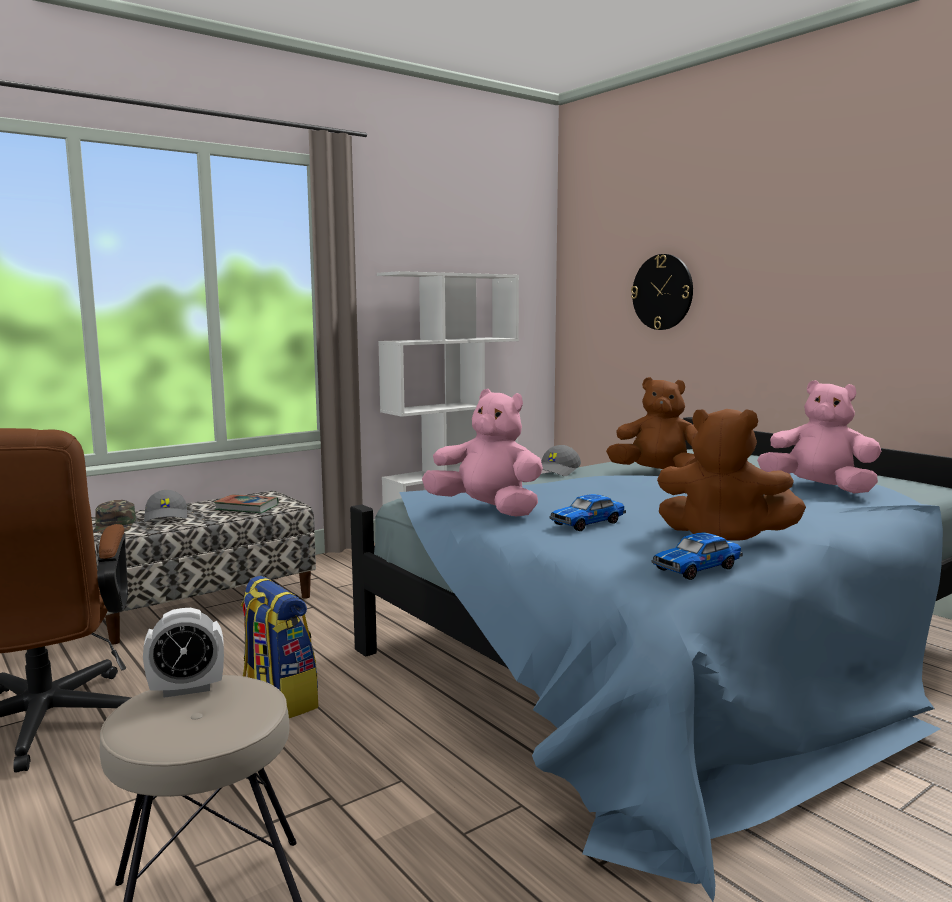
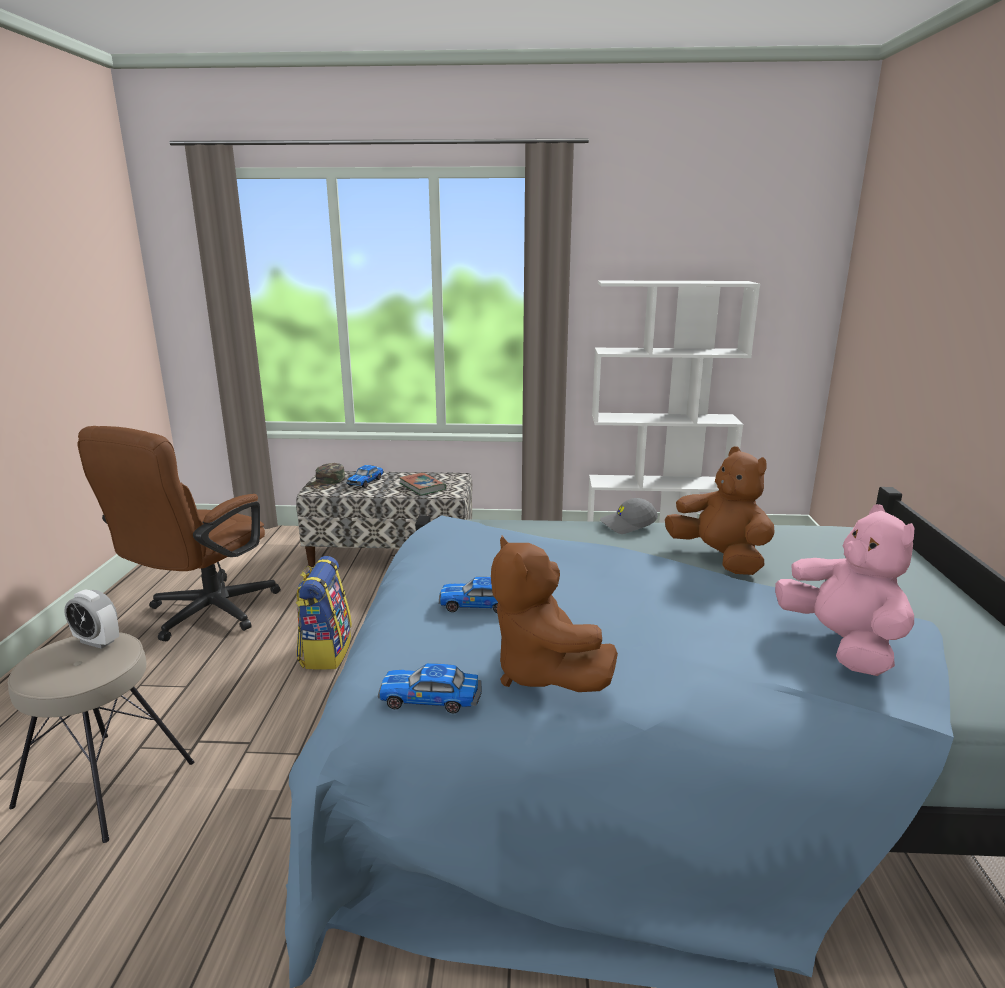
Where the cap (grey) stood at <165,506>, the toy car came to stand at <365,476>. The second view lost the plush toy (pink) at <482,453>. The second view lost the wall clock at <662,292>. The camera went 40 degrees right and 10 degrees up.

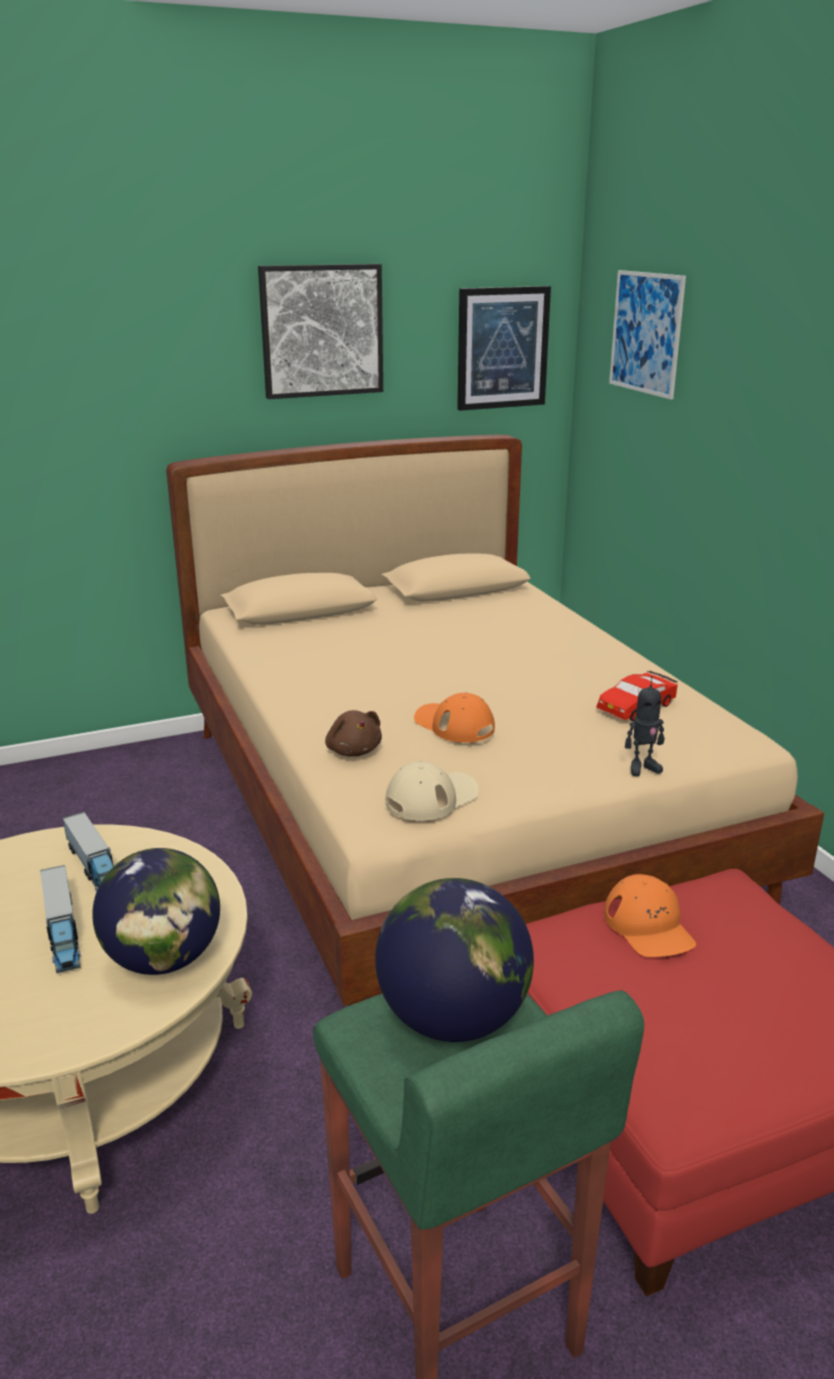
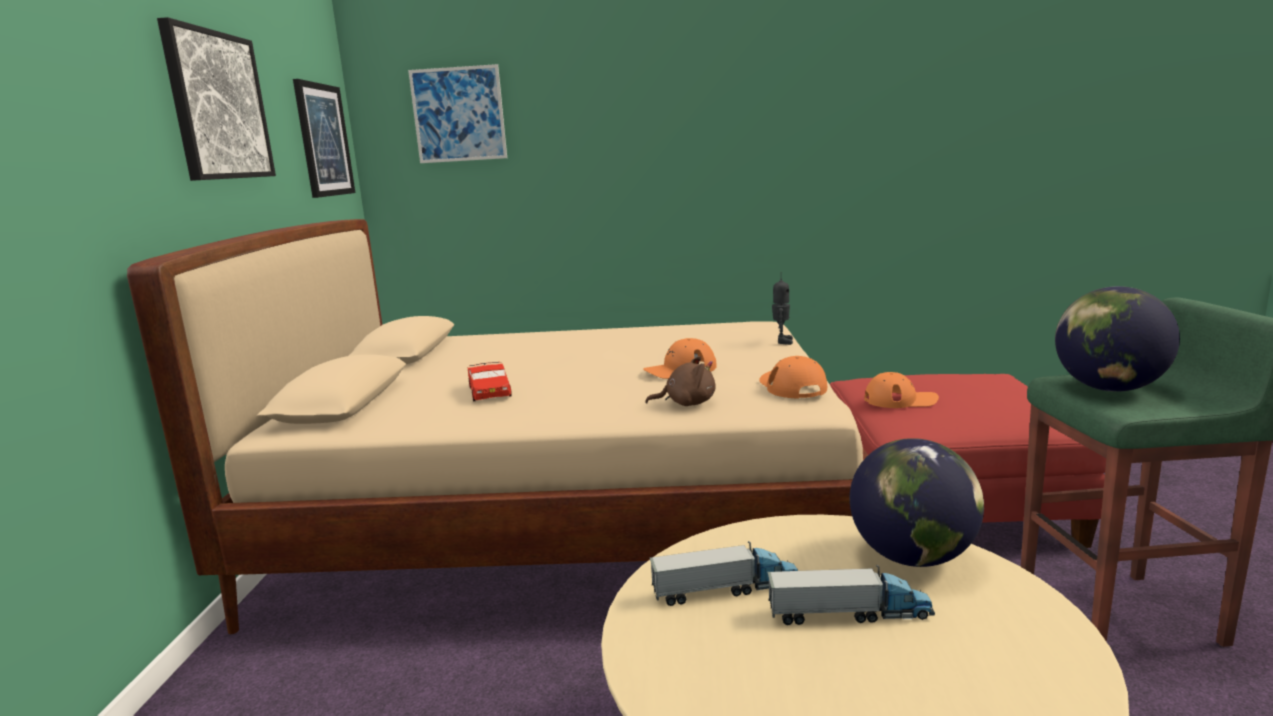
The toy car (red) ended up elsewhere, having gone from <637,696> to <490,382>. What was the cap (beige) at <432,791> turned into the cap (orange) at <793,377>. The camera went 65 degrees left and 10 degrees down.

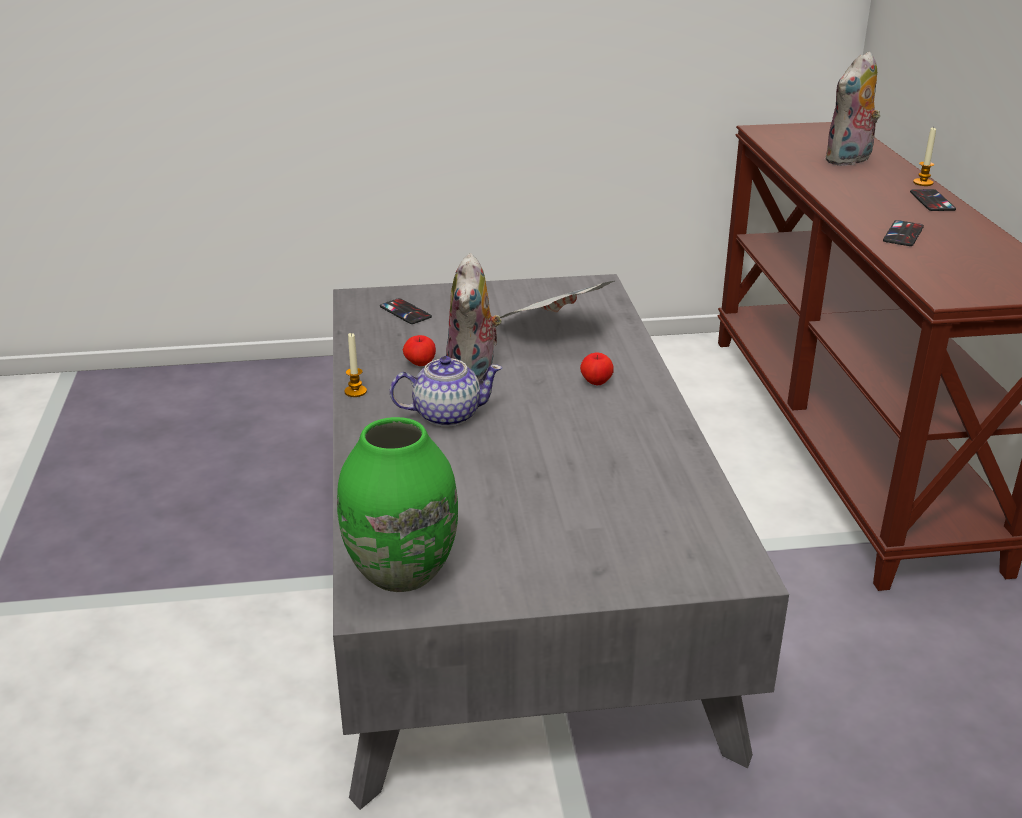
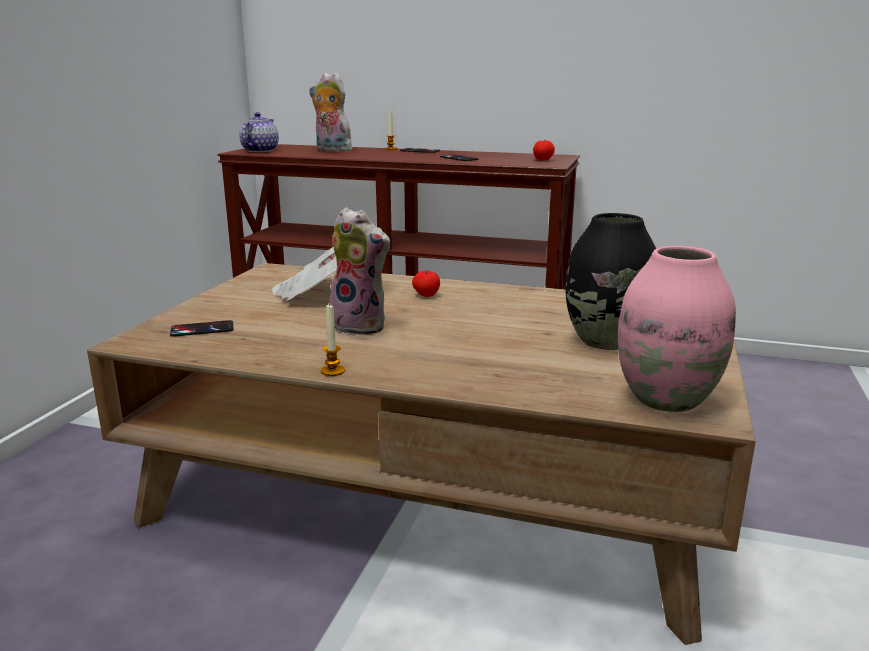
What was the coffee table (grey) at <561,542> turned into the coffee table (brown) at <421,454>. The teapot ended up elsewhere, having gone from <446,391> to <259,132>. The plush toy at <852,108> ended up facing another way, 135 degrees clockwise from before. The apple ended up elsewhere, having gone from <419,350> to <544,150>. The second view gained the vase (black) at <611,281>. What was the vase (green) at <397,504> turned into the vase (pink) at <677,329>. The camera went 65 degrees left and 10 degrees down.

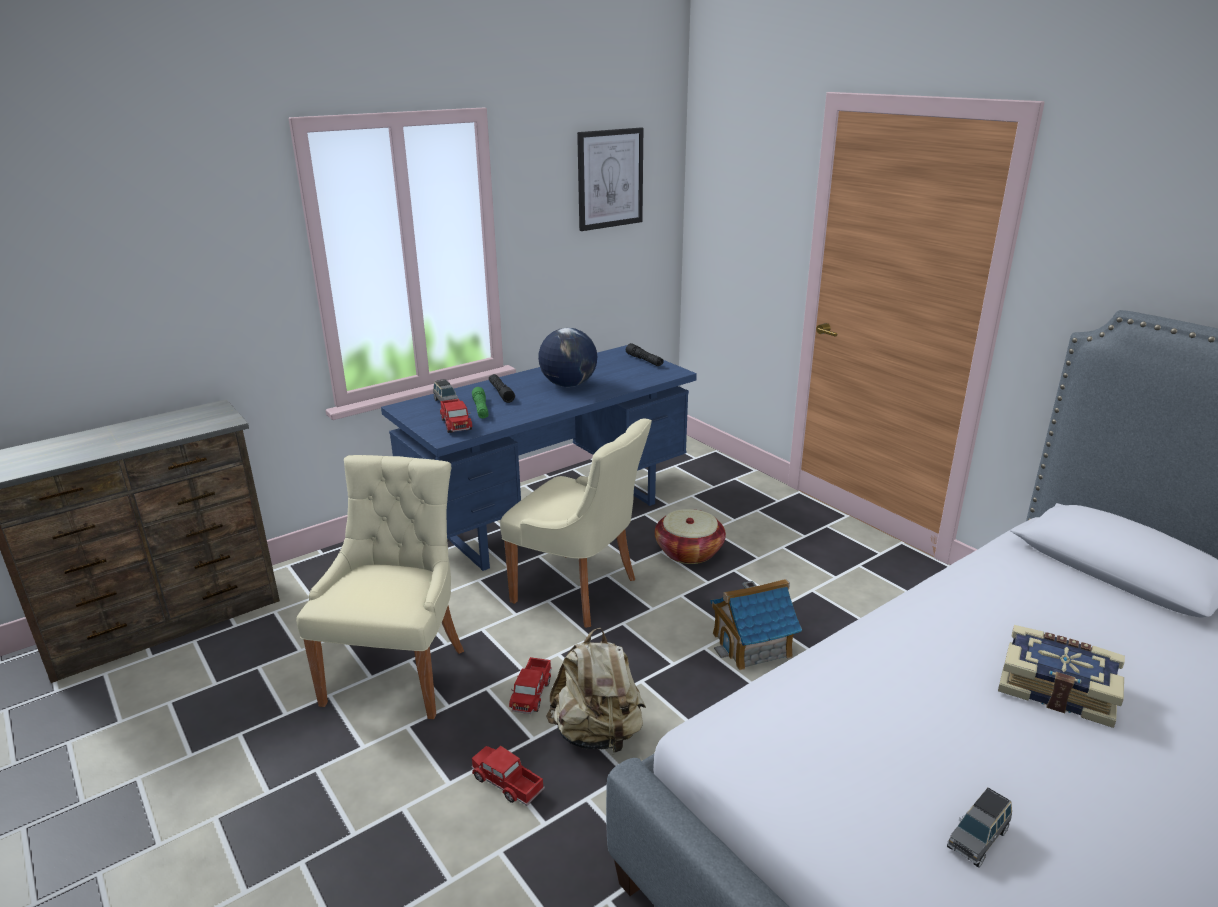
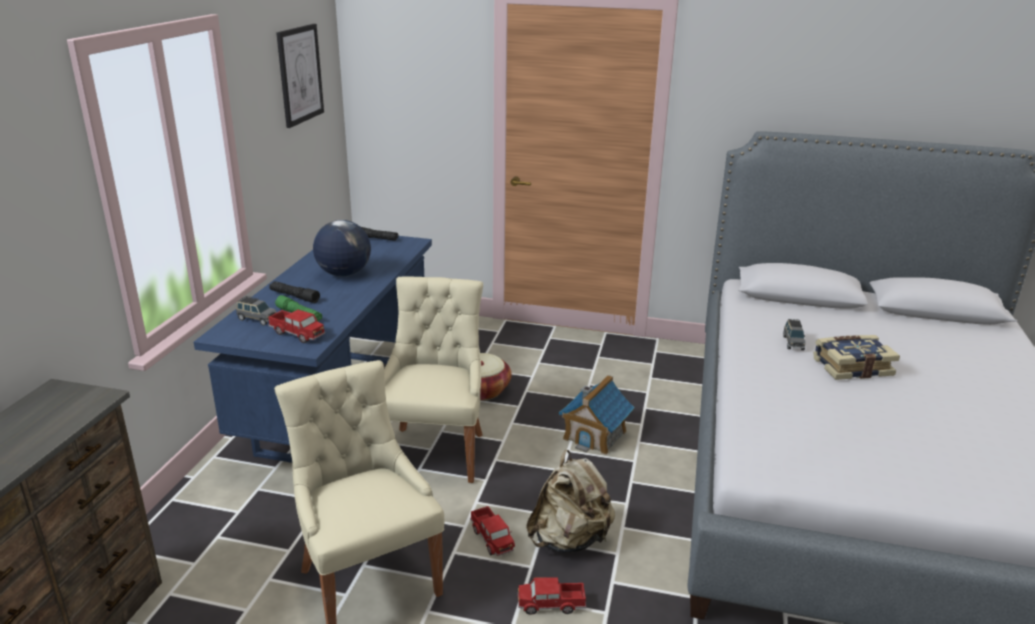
The chair (beige) at <576,523> ended up facing another way, 75 degrees counterclockwise from before. The toy car (grey) ended up elsewhere, having gone from <979,828> to <794,334>. The camera went 40 degrees left and 0 degrees up.

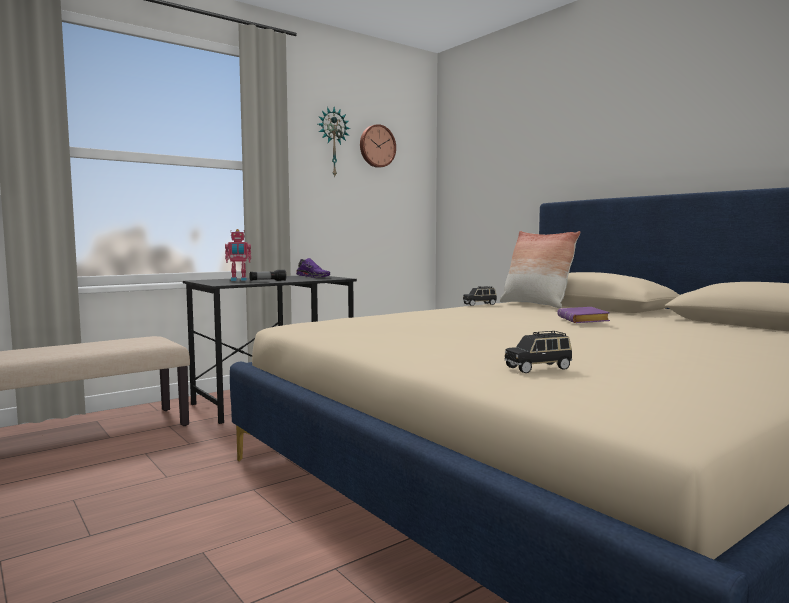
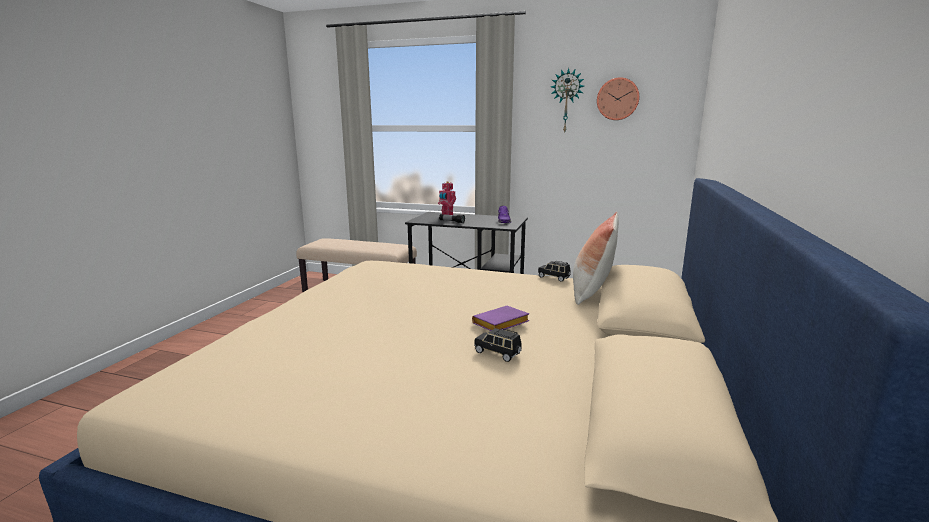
The toy car (black) ended up elsewhere, having gone from <538,352> to <498,345>. The camera went 55 degrees right and 10 degrees up.

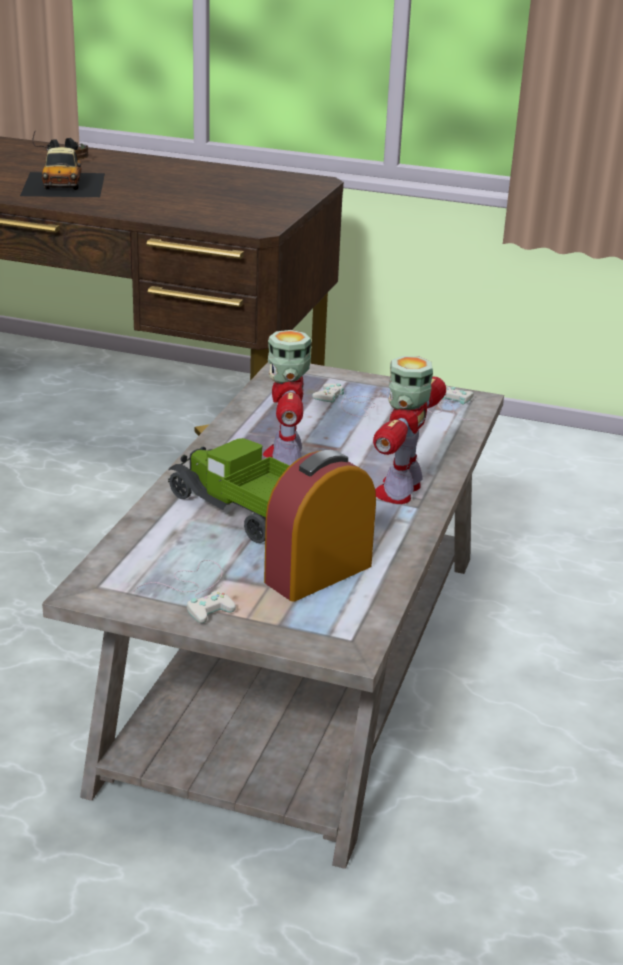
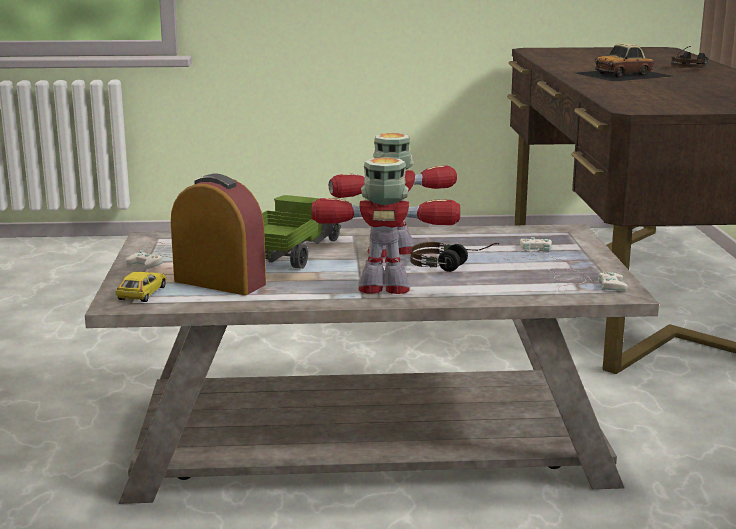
The second view gained the toy car at <141,287>. The second view gained the headphones at <454,257>. The camera went 70 degrees right and 10 degrees down.

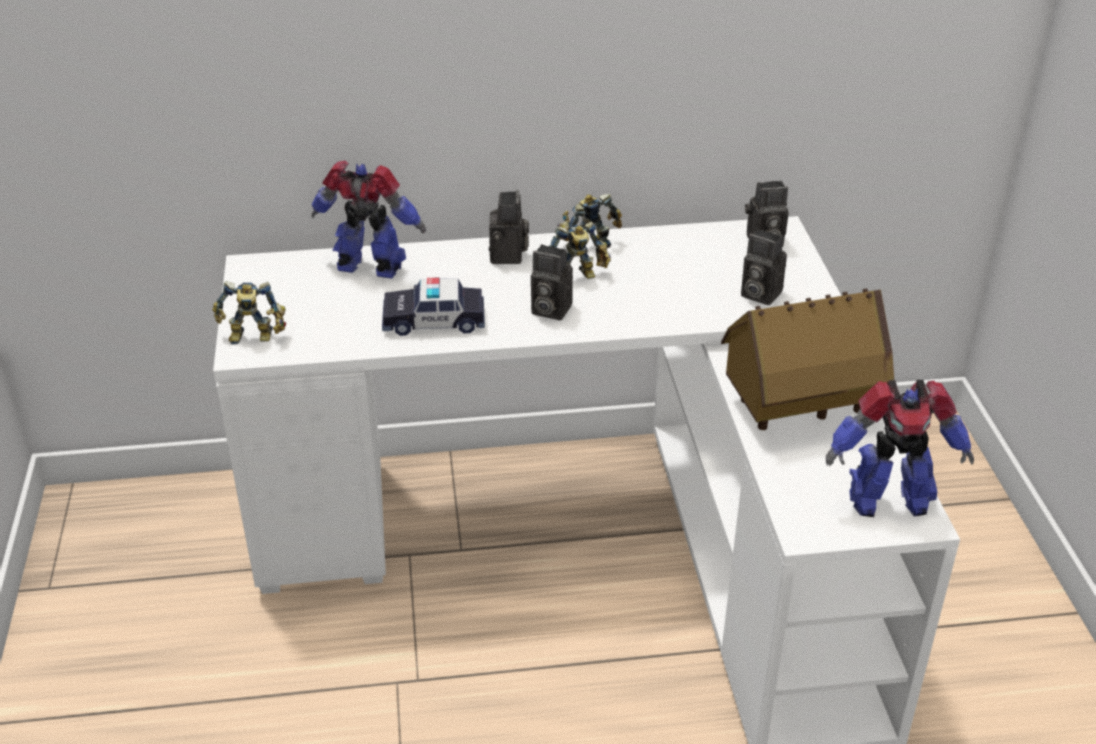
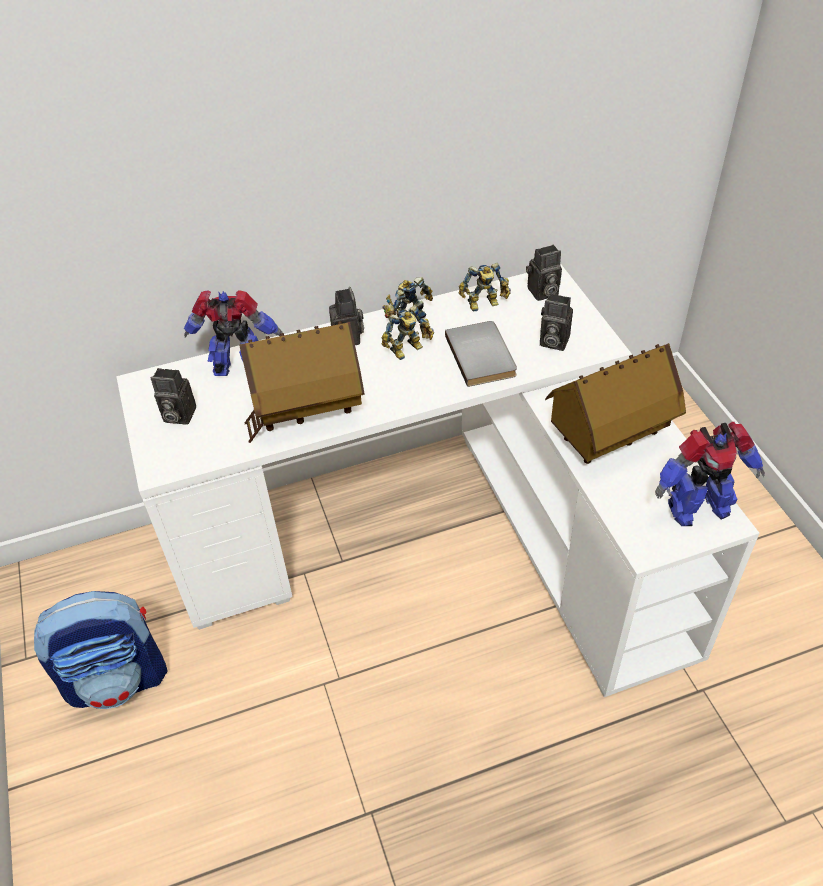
The second view gained the backpack at <101,650>. The photo camera ended up elsewhere, having gone from <552,282> to <173,396>. Where the toy car stood at <433,307>, the toy house came to stand at <302,382>. The second view gained the book (grey) at <481,354>. The toy robot ended up elsewhere, having gone from <249,312> to <485,287>. The camera went 10 degrees left and 10 degrees up.

